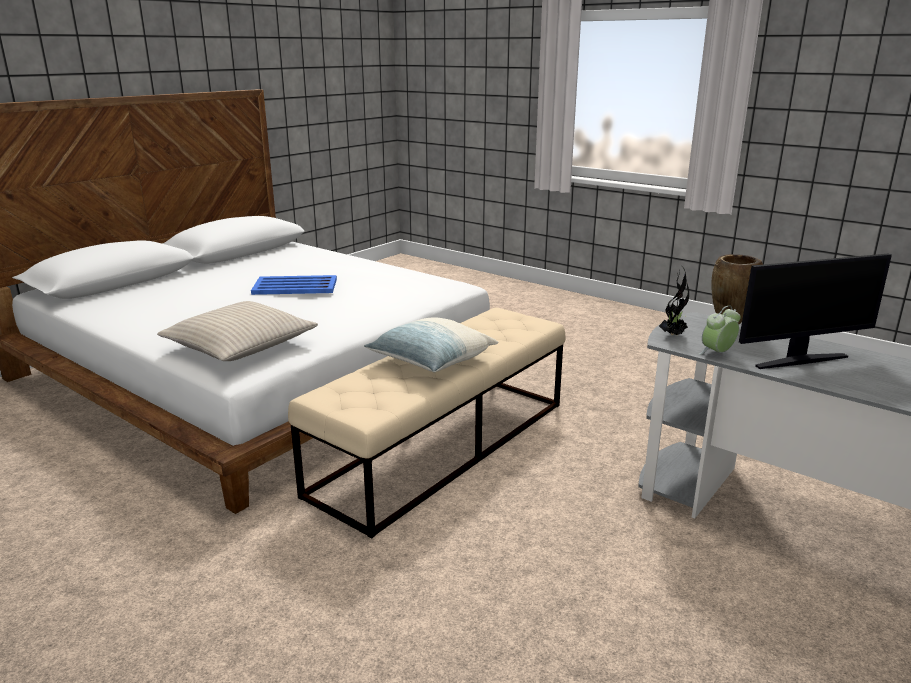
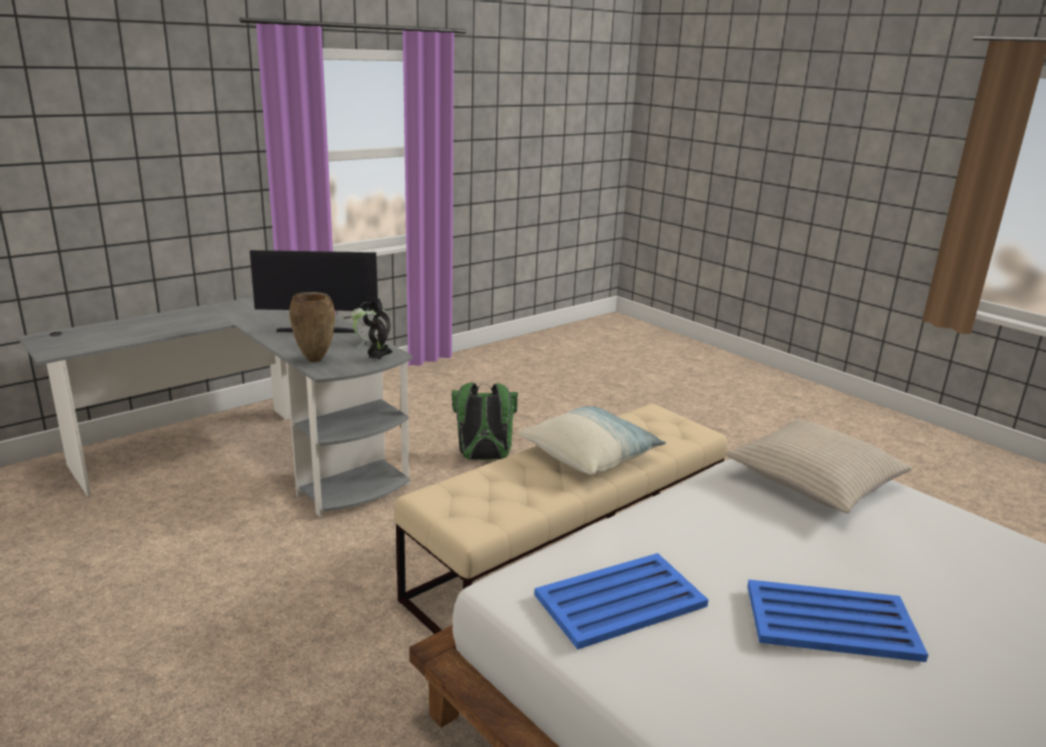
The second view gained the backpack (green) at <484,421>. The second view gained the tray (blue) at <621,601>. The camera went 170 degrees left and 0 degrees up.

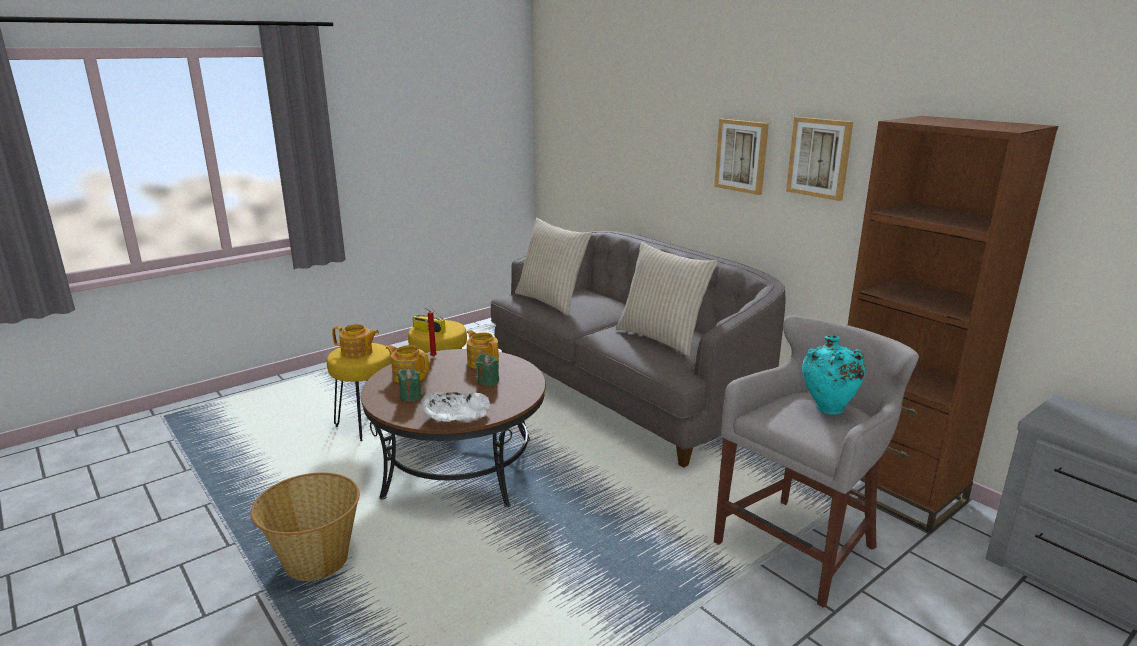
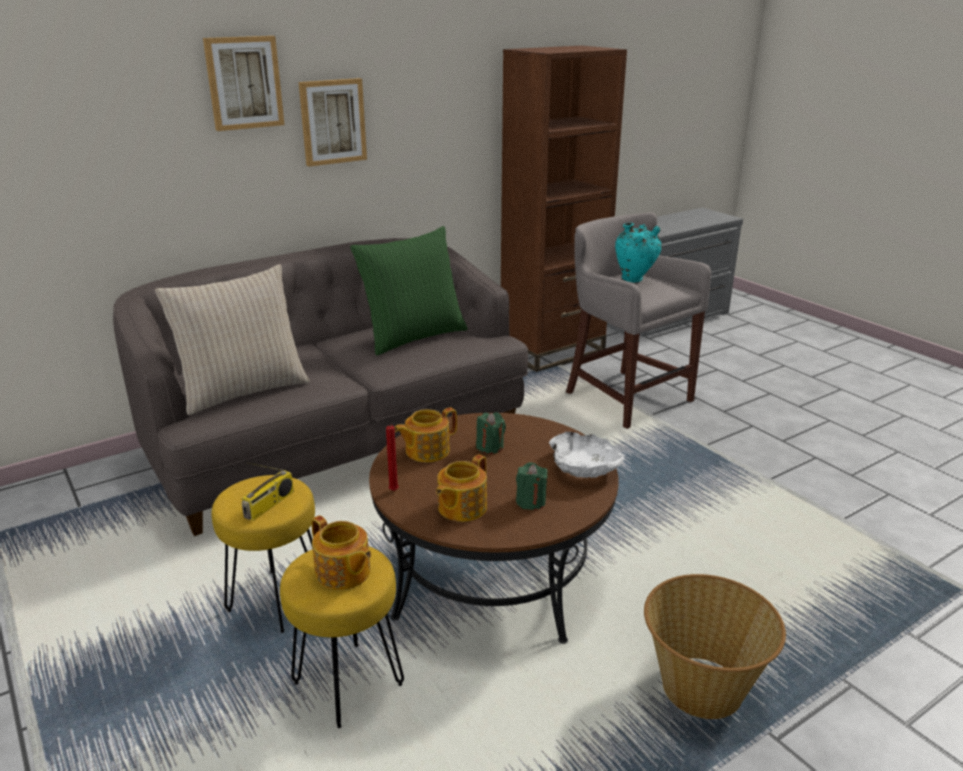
The picture ended up elsewhere, having gone from <819,159> to <243,83>. The teapot at <355,341> ended up facing another way, 120 degrees clockwise from before. What was the pillow (beige) at <667,299> turned into the pillow (green) at <409,290>. The camera went 85 degrees left and 5 degrees up.

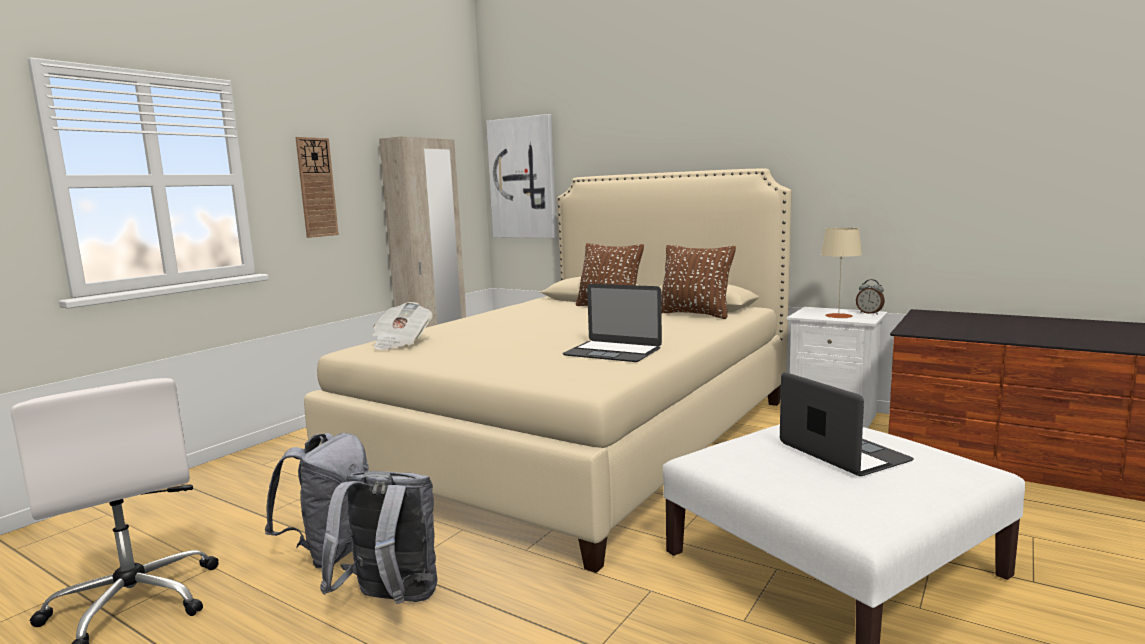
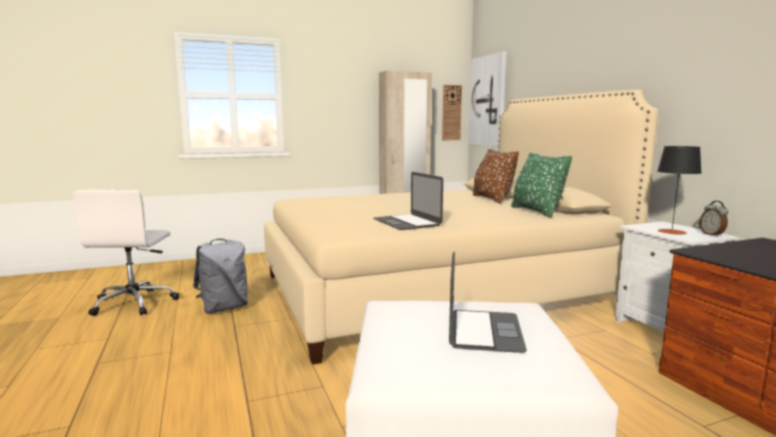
The wall clock ended up elsewhere, having gone from <317,187> to <452,112>. What was the pillow (brown) at <698,282> turned into the pillow (green) at <541,185>. What was the table lamp (beige) at <841,273> turned into the table lamp (black) at <679,190>. The second view lost the backpack (grey) at <379,537>. The second view lost the newspaper at <402,326>. The camera went 35 degrees right and 0 degrees up.

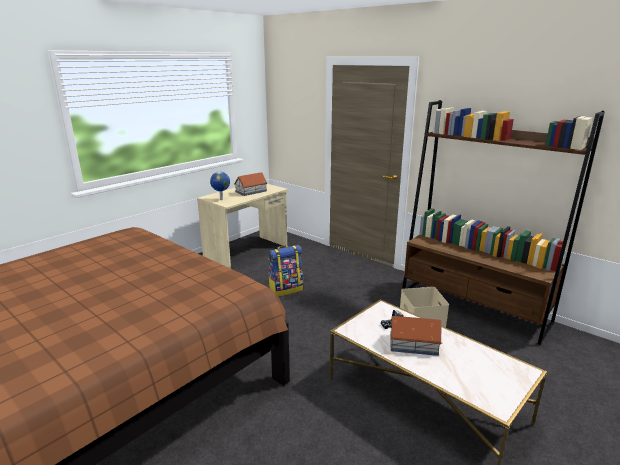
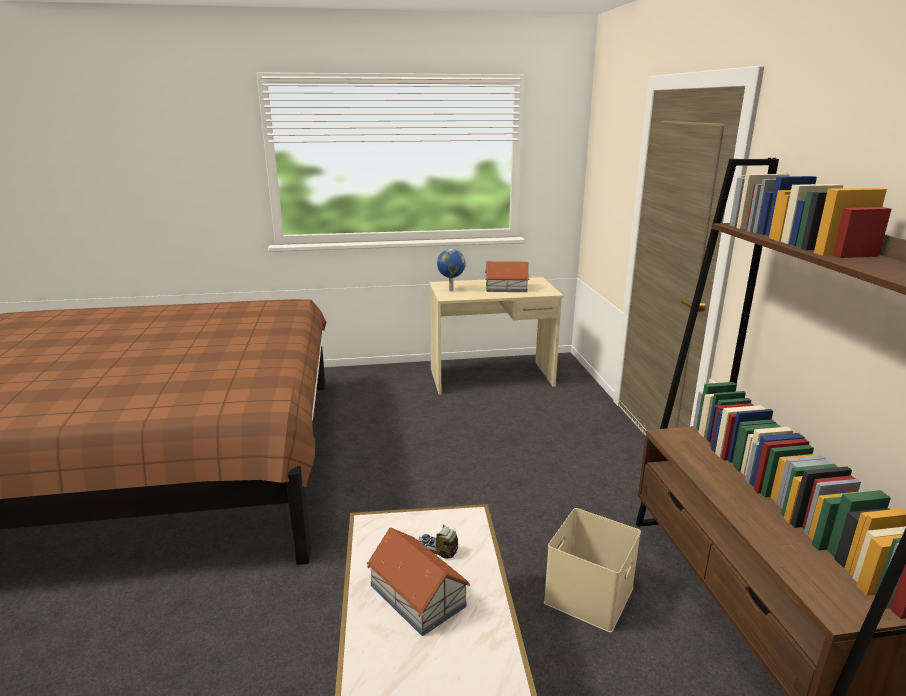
The second view lost the backpack at <285,271>. The camera went 40 degrees right and 0 degrees up.

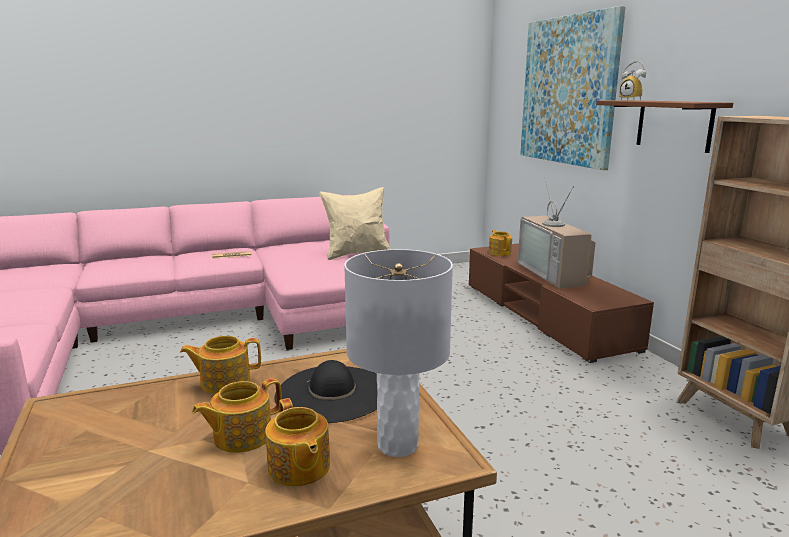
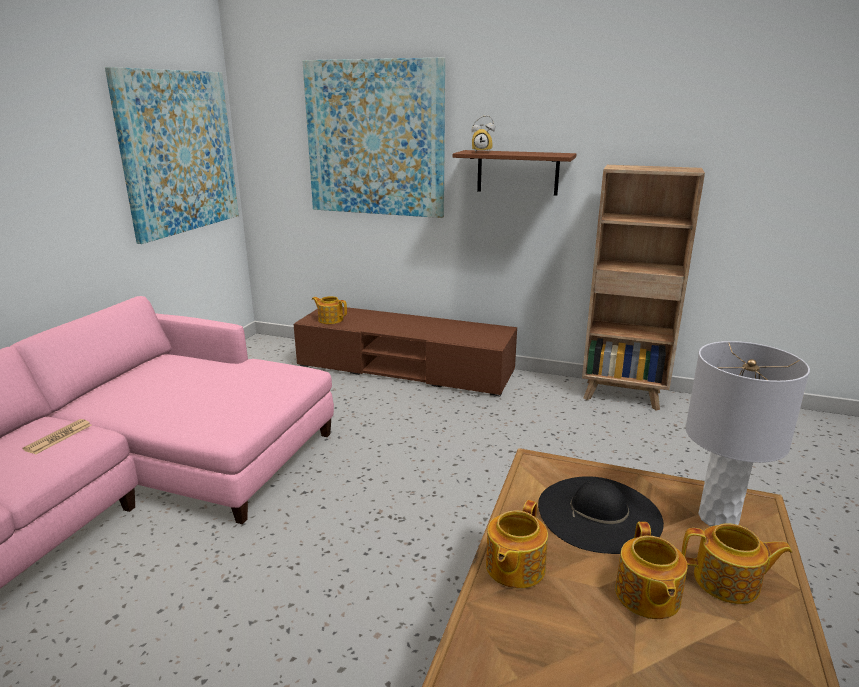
The second view gained the picture at <172,155>. The second view lost the pillow (beige) at <355,223>. The second view lost the television at <557,234>. The camera went 50 degrees left and 5 degrees up.

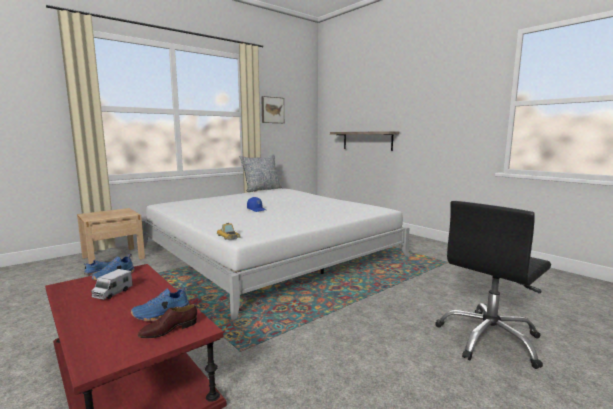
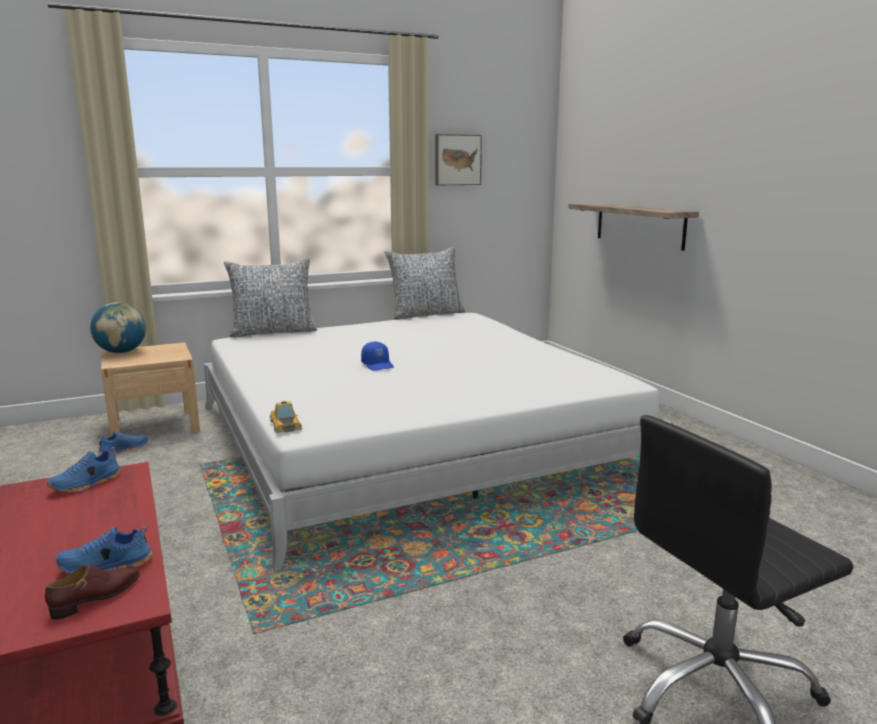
The shoe (brown) at <167,321> ended up facing another way, 150 degrees clockwise from before. The second view gained the globe at <118,327>. The second view gained the pillow at <270,297>. The second view lost the toy truck at <112,284>. The camera went 15 degrees right and 5 degrees up.

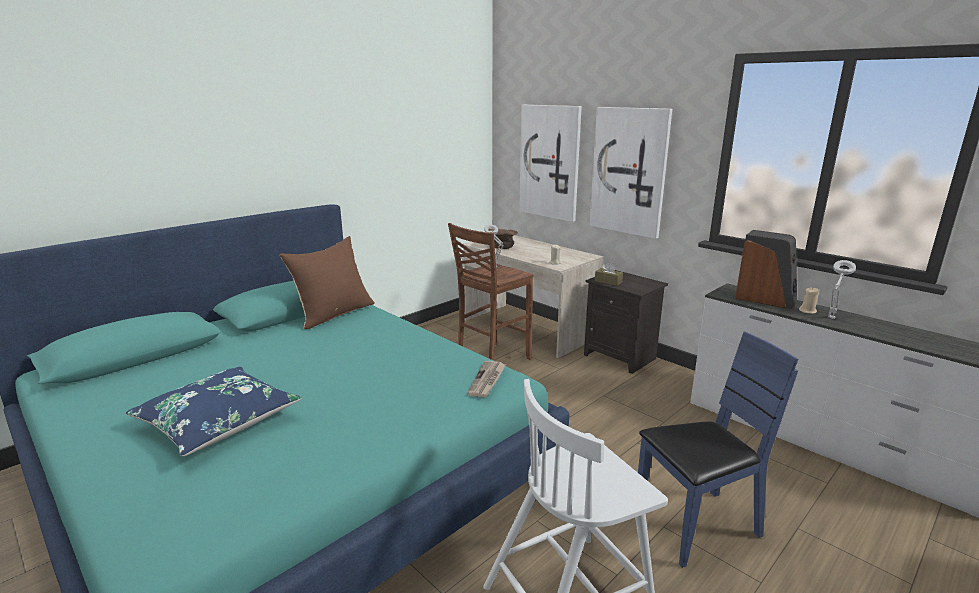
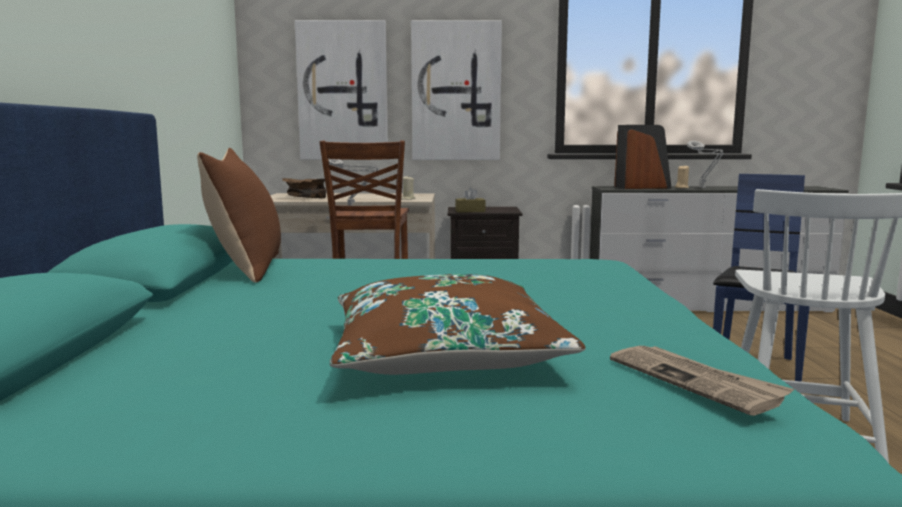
What was the pillow (blue) at <214,411> turned into the pillow (brown) at <457,324>. The newspaper ended up elsewhere, having gone from <486,379> to <702,380>. The camera went 45 degrees left and 10 degrees down.

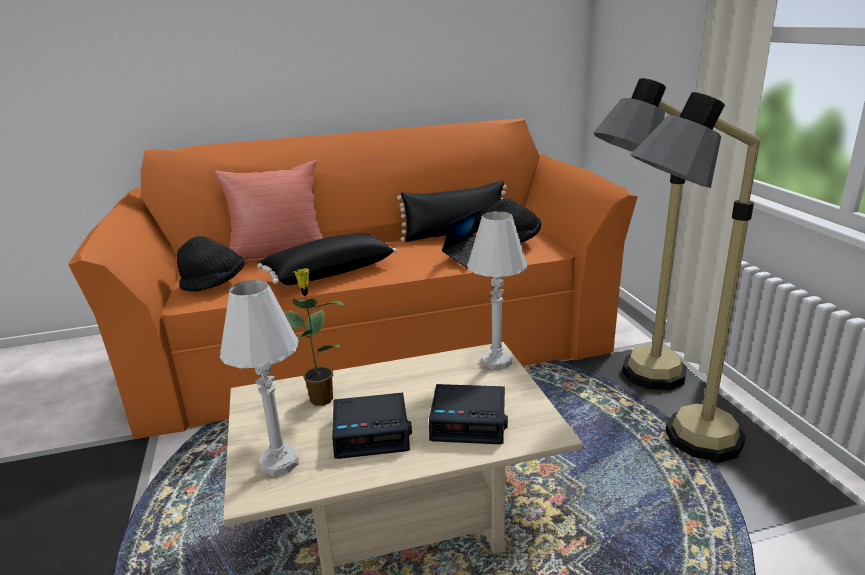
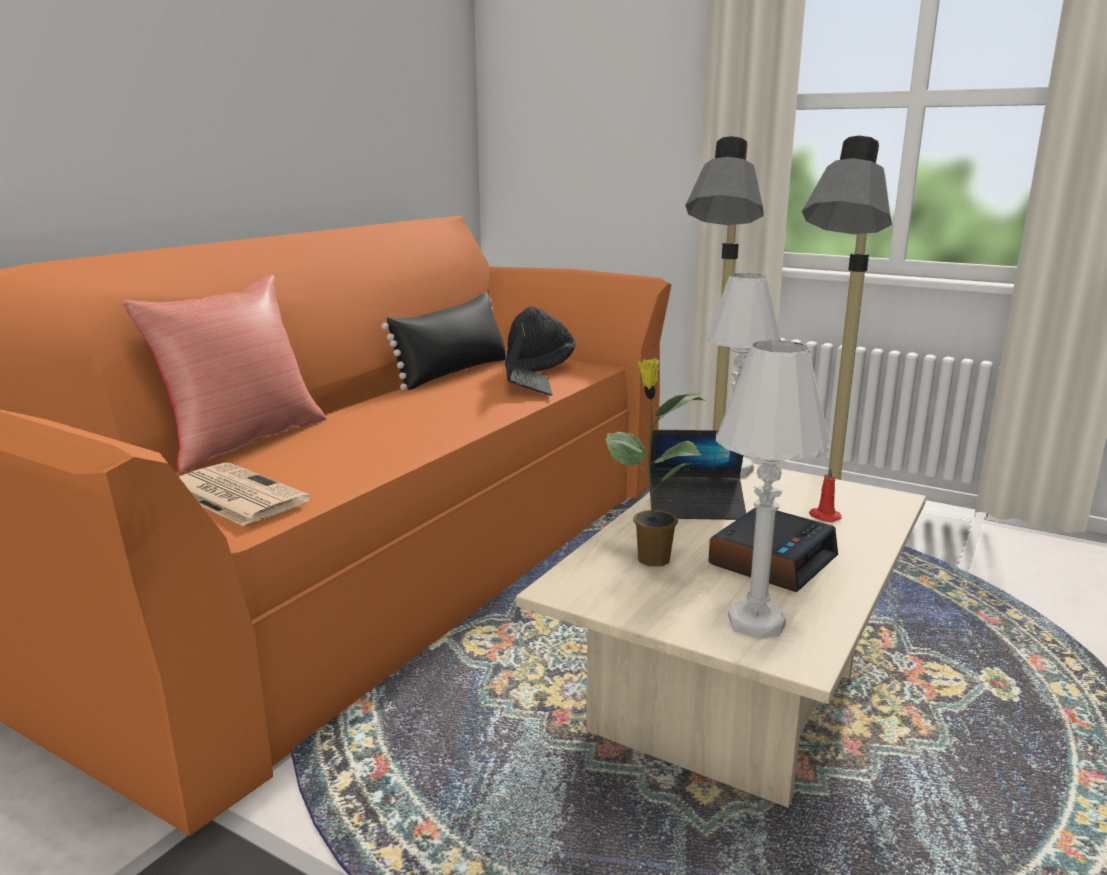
Where the hat (black) stood at <211,263>, the newspaper came to stand at <245,494>. The second view gained the laptop at <698,475>. Where the alarm clock stood at <468,414>, the candle (red) came to stand at <825,494>. The second view lost the pillow (black) at <327,259>. The camera went 45 degrees left and 5 degrees down.

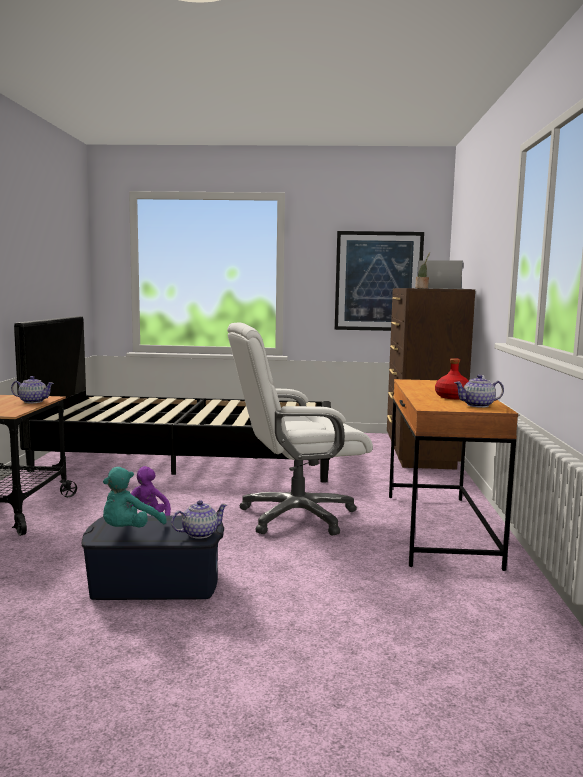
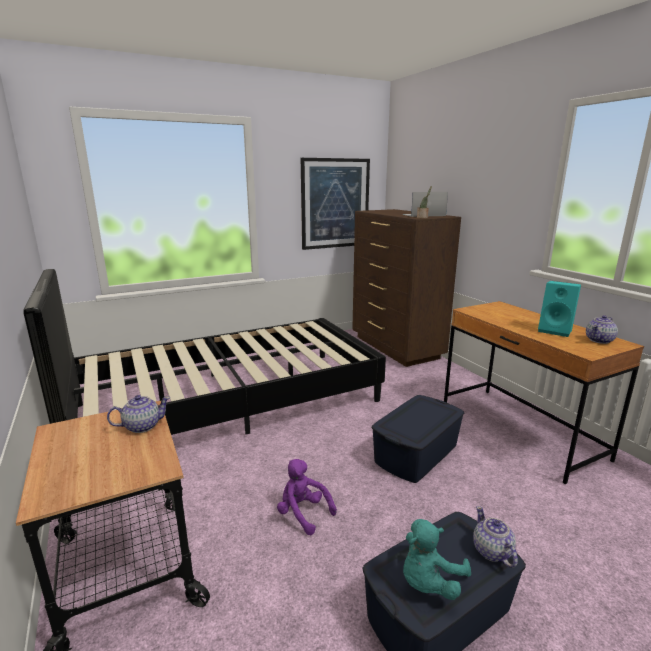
Where the office chair (white) stood at <300,429>, the storage box (blue) came to stand at <418,439>. The plush toy (turquoise) at <135,497> ended up facing another way, 45 degrees clockwise from before. The teapot at <199,519> ended up facing another way, 45 degrees counterclockwise from before. Where the bottle (red) stood at <452,378>, the speaker (turquoise) came to stand at <559,309>. The camera went 30 degrees left and 10 degrees up.

